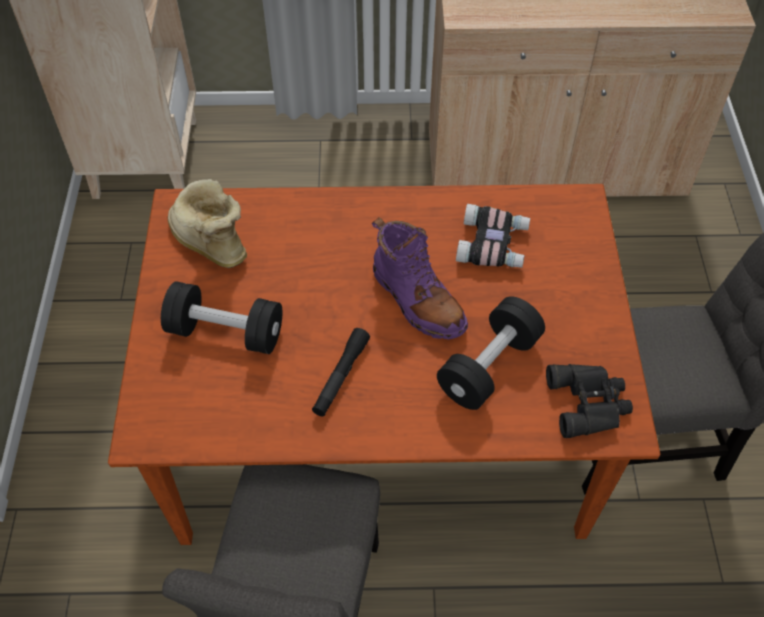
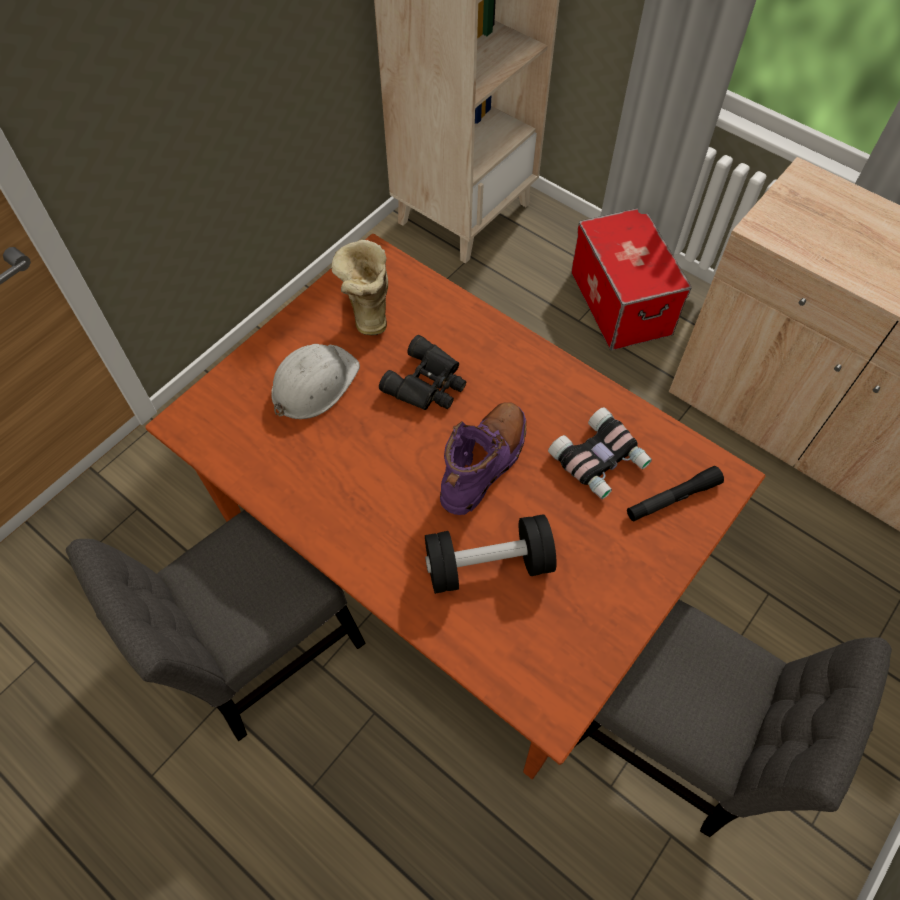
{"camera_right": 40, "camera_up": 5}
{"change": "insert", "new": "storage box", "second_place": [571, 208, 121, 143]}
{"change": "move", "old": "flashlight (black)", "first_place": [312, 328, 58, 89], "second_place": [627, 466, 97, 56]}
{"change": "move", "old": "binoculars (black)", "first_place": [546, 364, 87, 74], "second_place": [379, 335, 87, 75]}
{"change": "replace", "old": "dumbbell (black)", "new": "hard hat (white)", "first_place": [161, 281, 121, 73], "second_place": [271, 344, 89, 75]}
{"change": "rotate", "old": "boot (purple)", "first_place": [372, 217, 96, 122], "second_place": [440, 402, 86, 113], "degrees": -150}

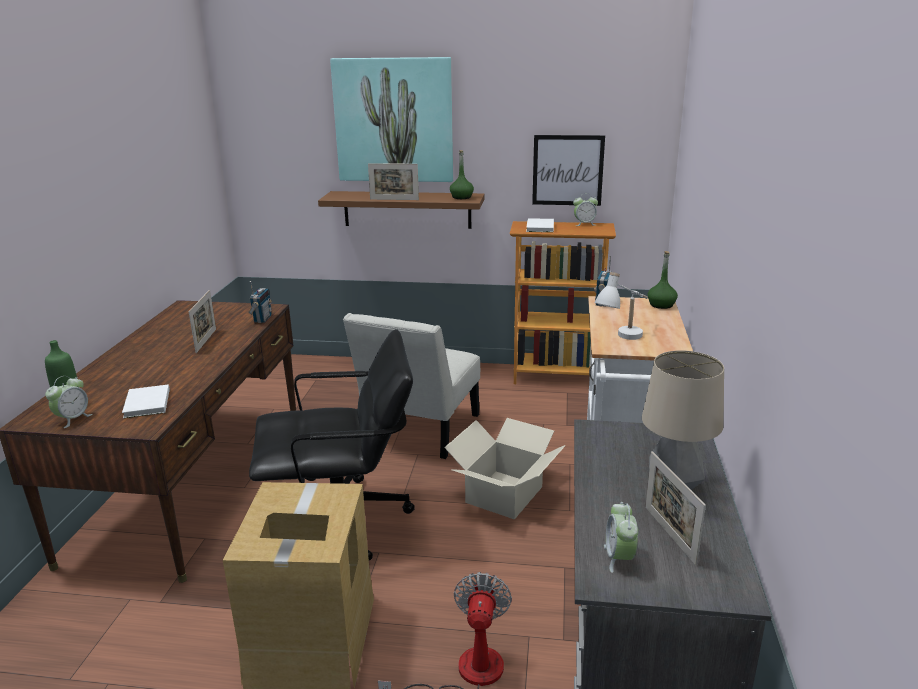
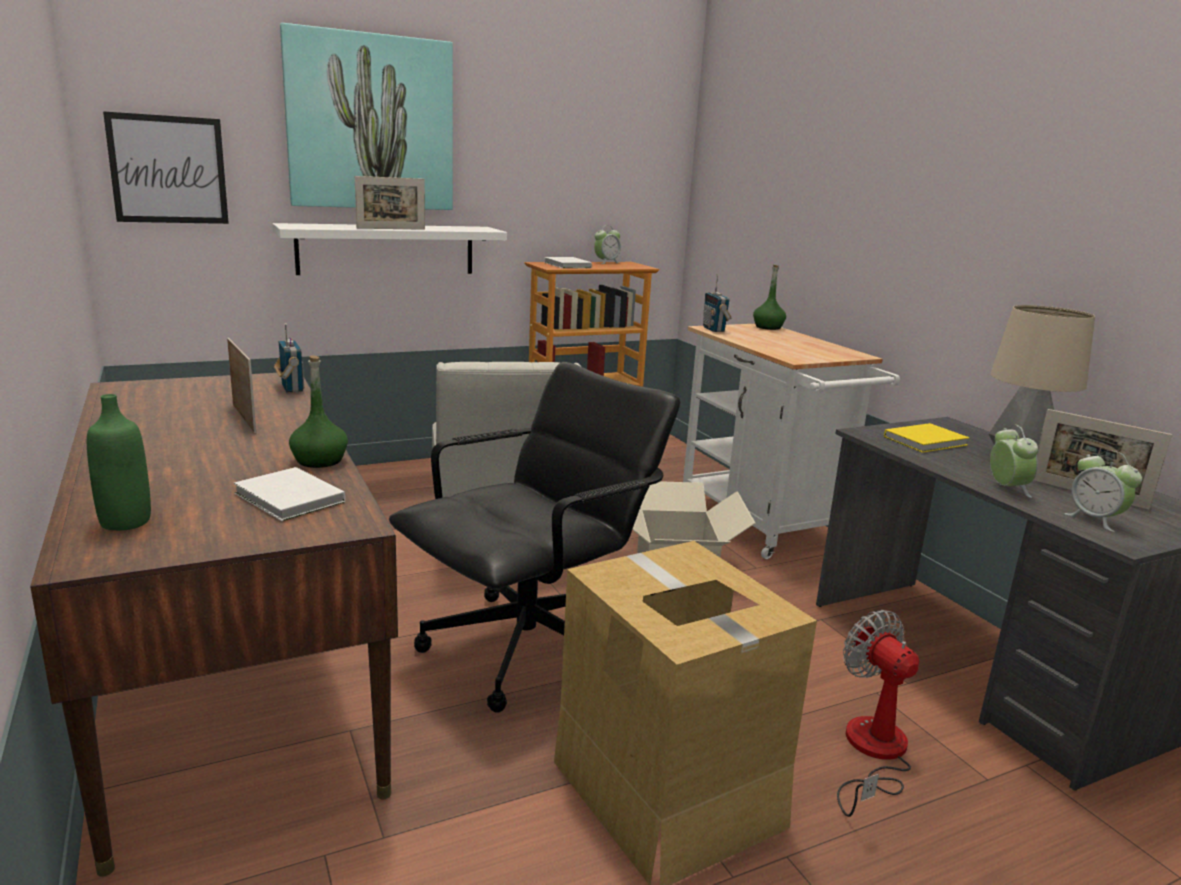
{"camera_right": -35, "camera_up": -5}
{"change": "delete", "old": "table lamp (white)", "first_place": [595, 272, 53, 68]}
{"change": "insert", "new": "book (yellow)", "second_place": [884, 423, 85, 30]}
{"change": "move", "old": "alarm clock", "first_place": [45, 376, 47, 52], "second_place": [990, 424, 48, 74]}
{"change": "move", "old": "bottle (green)", "first_place": [450, 150, 24, 49], "second_place": [289, 356, 59, 112]}
{"change": "move", "old": "picture", "first_place": [532, 135, 73, 71], "second_place": [103, 111, 126, 113]}
{"change": "recolor", "old": "shelf (brown)", "new": "shelf (white)", "first_place": [318, 191, 167, 38], "second_place": [273, 223, 234, 52]}

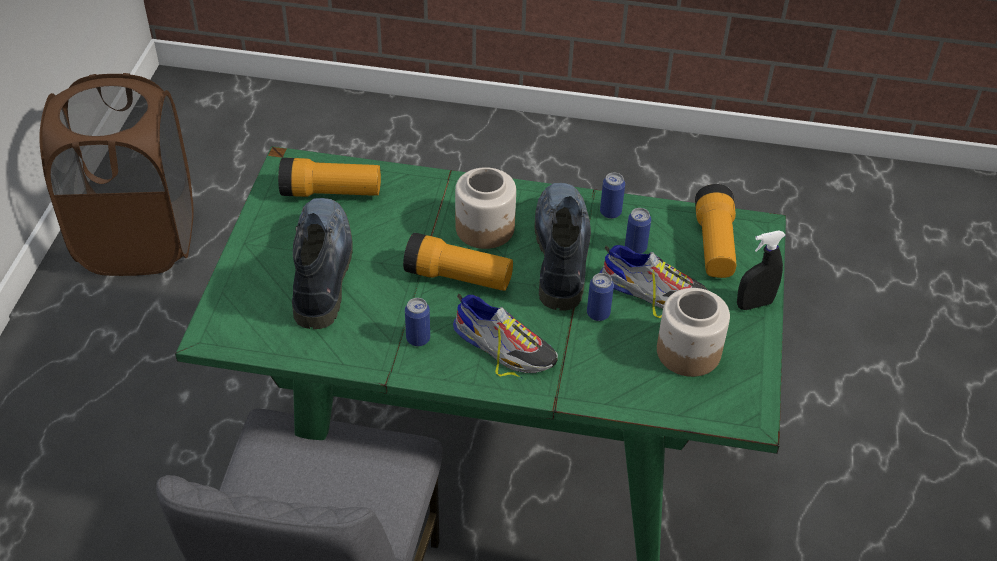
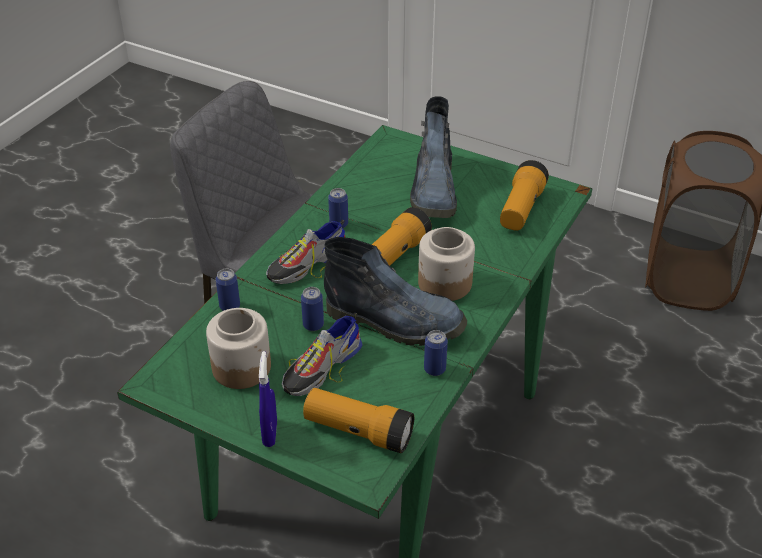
{"camera_right": 110, "camera_up": -5}
{"change": "move", "old": "can", "first_place": [625, 208, 26, 46], "second_place": [216, 269, 24, 42]}
{"change": "recolor", "old": "spray bottle (black)", "new": "spray bottle (blue)", "first_place": [737, 230, 49, 80], "second_place": [259, 351, 18, 96]}
{"change": "rotate", "old": "boot", "first_place": [292, 198, 61, 131], "second_place": [410, 96, 47, 122], "degrees": 75}

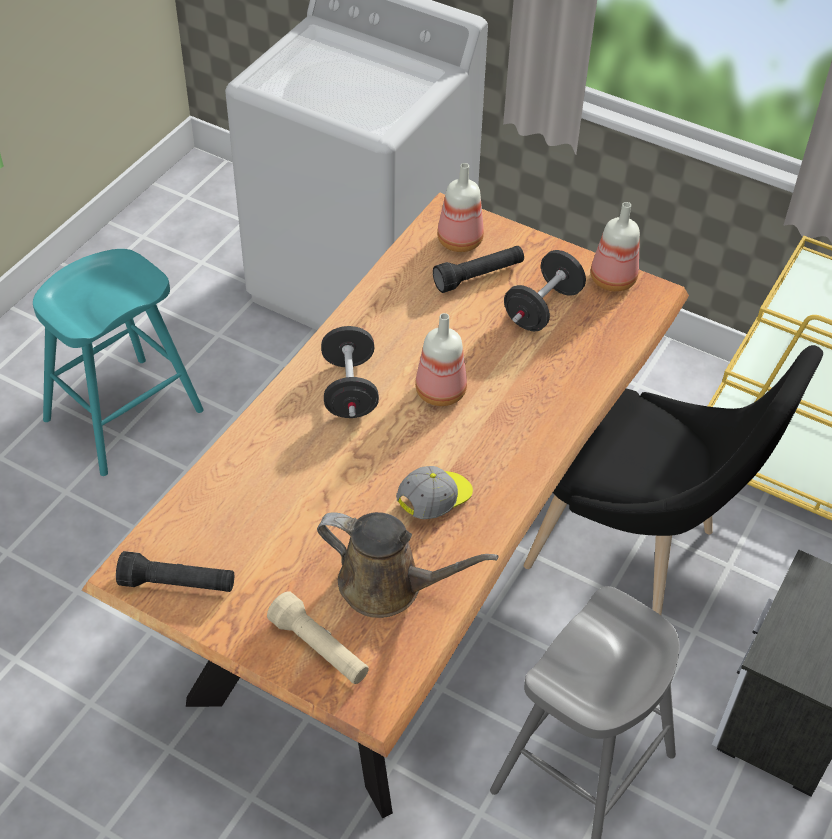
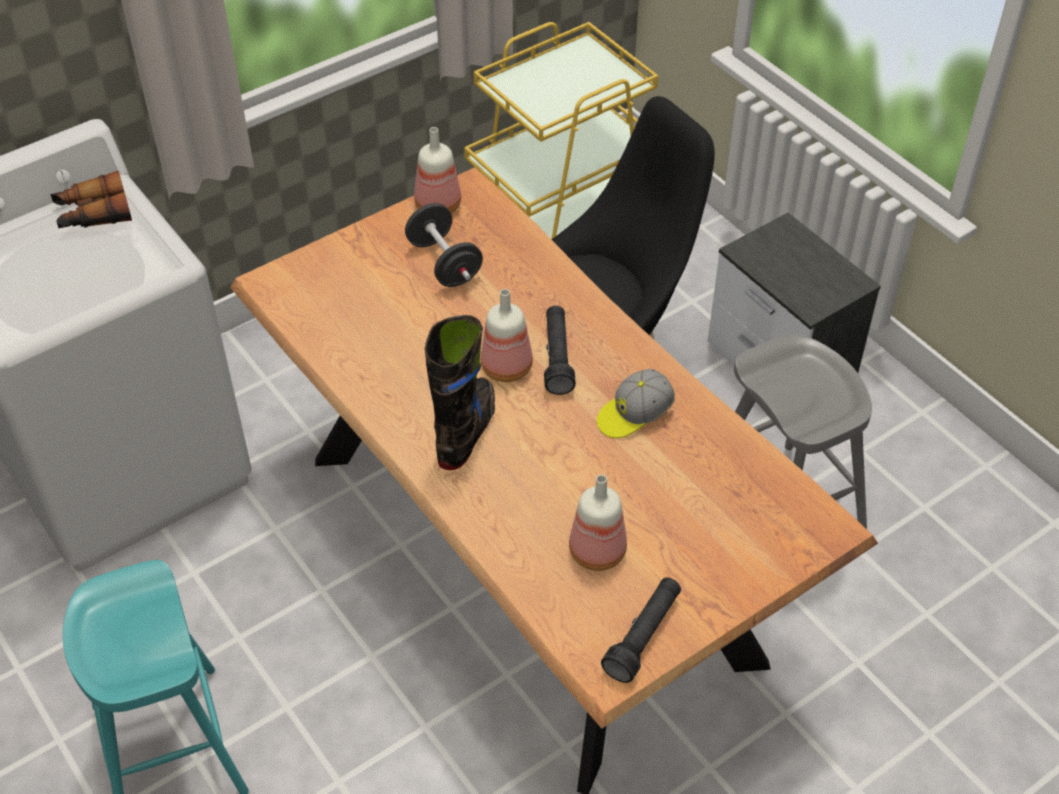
{"camera_right": -65, "camera_up": 0}
{"change": "delete", "old": "flashlight (beige)", "first_place": [267, 591, 102, 93]}
{"change": "delete", "old": "watering can (brown)", "first_place": [317, 512, 181, 106]}
{"change": "insert", "new": "binoculars", "second_place": [50, 170, 82, 58]}
{"change": "move", "old": "flashlight (black)", "first_place": [433, 246, 91, 47], "second_place": [544, 306, 32, 89]}
{"change": "move", "old": "bottle", "first_place": [437, 163, 47, 89], "second_place": [569, 475, 58, 96]}
{"change": "replace", "old": "dumbbell (black)", "new": "boot (black)", "first_place": [321, 326, 58, 92], "second_place": [425, 315, 70, 155]}
{"change": "rotate", "old": "cap", "first_place": [396, 466, 77, 53], "second_place": [597, 369, 78, 69], "degrees": -105}

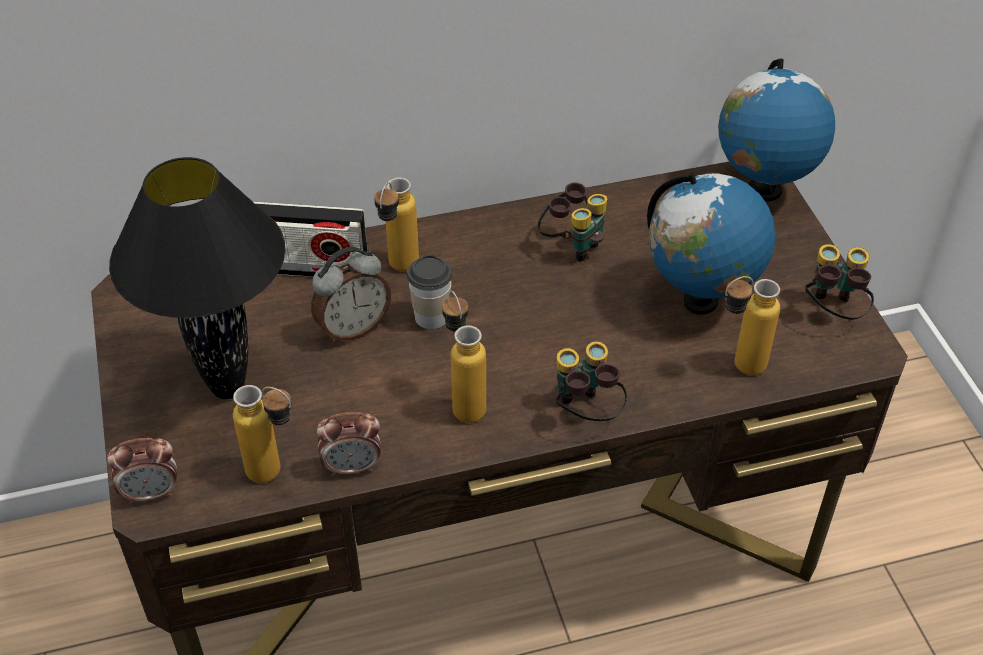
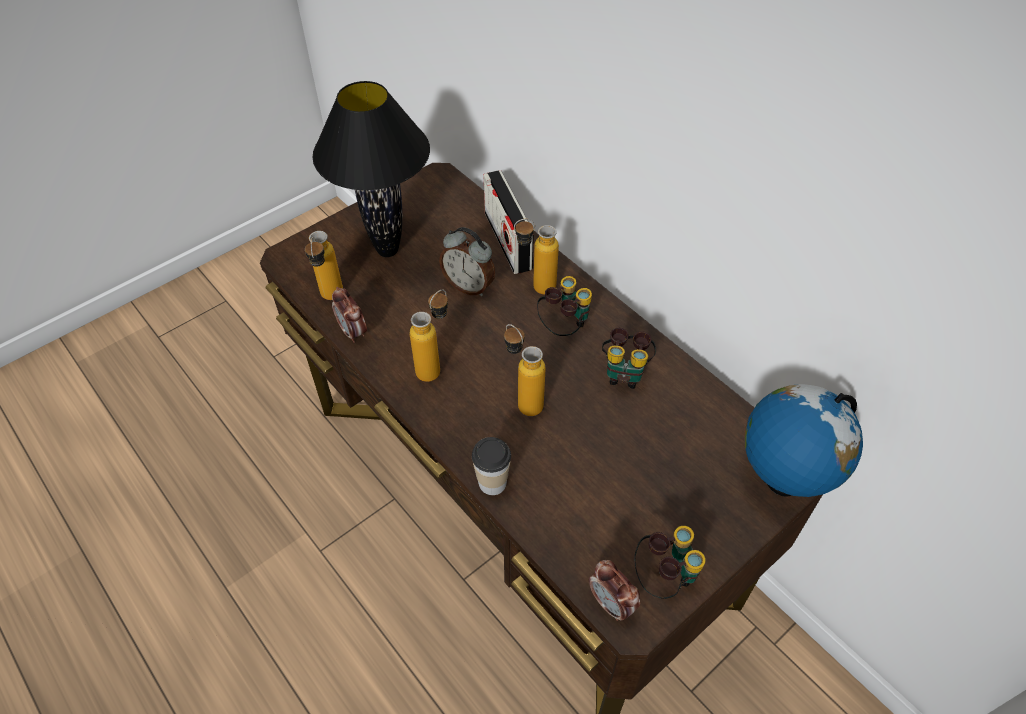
{"camera_right": 65, "camera_up": 5}
{"change": "delete", "old": "globe", "first_place": [647, 172, 128, 143]}
{"change": "move", "old": "alarm clock", "first_place": [107, 438, 70, 66], "second_place": [589, 560, 51, 61]}
{"change": "move", "old": "cup", "first_place": [407, 255, 45, 74], "second_place": [472, 437, 39, 58]}
{"change": "move", "old": "binoculars", "first_place": [556, 341, 72, 80], "second_place": [537, 276, 55, 60]}
{"change": "move", "old": "bottle", "first_place": [725, 276, 55, 99], "second_place": [504, 324, 42, 92]}

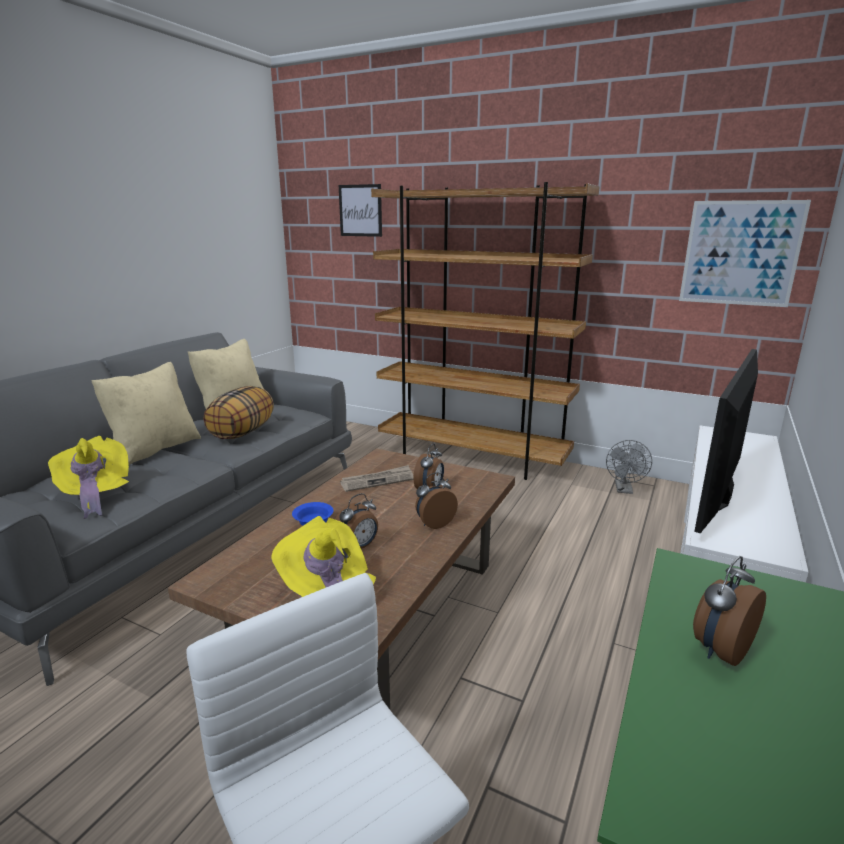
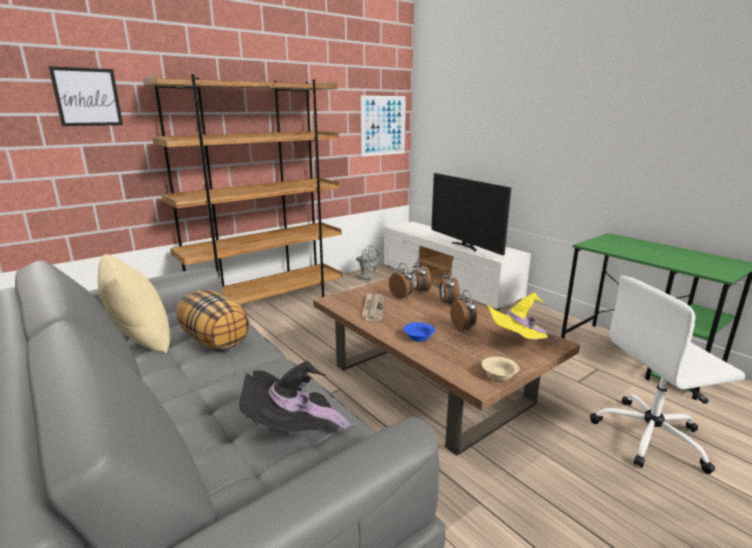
{"camera_right": -65, "camera_up": 0}
{"change": "delete", "old": "pillow (beige)", "first_place": [91, 362, 110, 103]}
{"change": "insert", "new": "bowl (beige)", "second_place": [482, 356, 37, 25]}
{"change": "move", "old": "alarm clock", "first_place": [693, 556, 73, 110], "second_place": [412, 259, 19, 35]}
{"change": "recolor", "old": "hat (yellow)", "new": "hat (black)", "first_place": [48, 436, 81, 83], "second_place": [239, 361, 112, 75]}

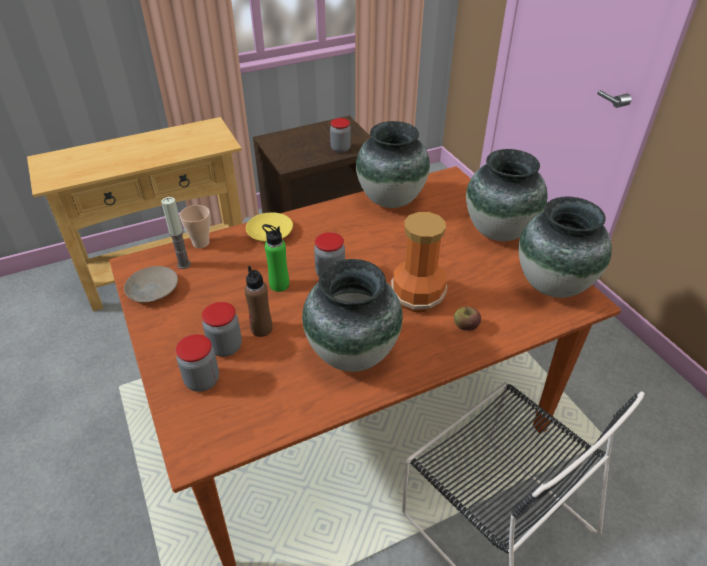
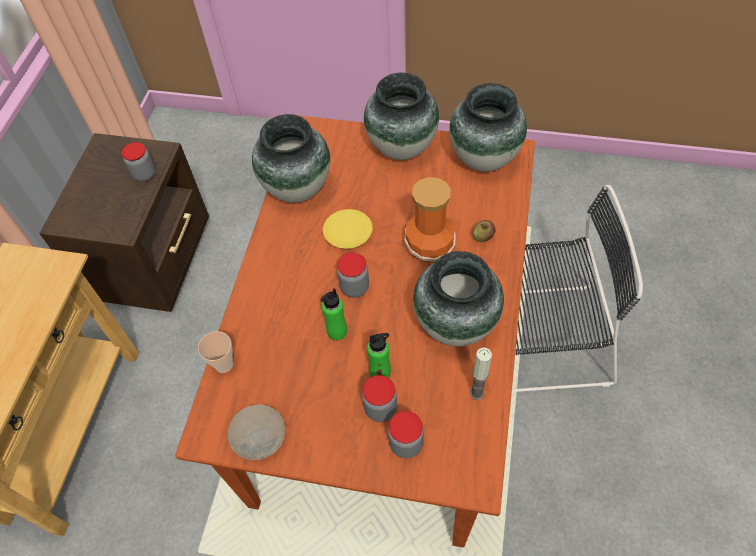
{"camera_right": -50, "camera_up": 15}
{"change": "move", "old": "candle", "first_place": [161, 197, 30, 72], "second_place": [469, 348, 23, 52]}
{"change": "move", "old": "plate (yellow)", "first_place": [246, 212, 47, 30], "second_place": [323, 209, 50, 40]}
{"change": "recolor", "old": "bottle (brown)", "new": "bottle (green)", "first_place": [244, 266, 28, 71], "second_place": [367, 333, 24, 45]}

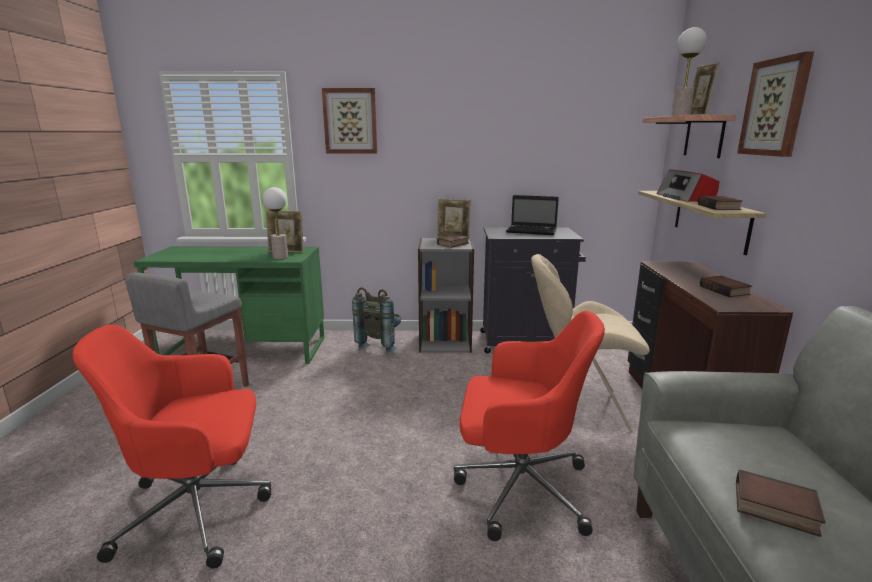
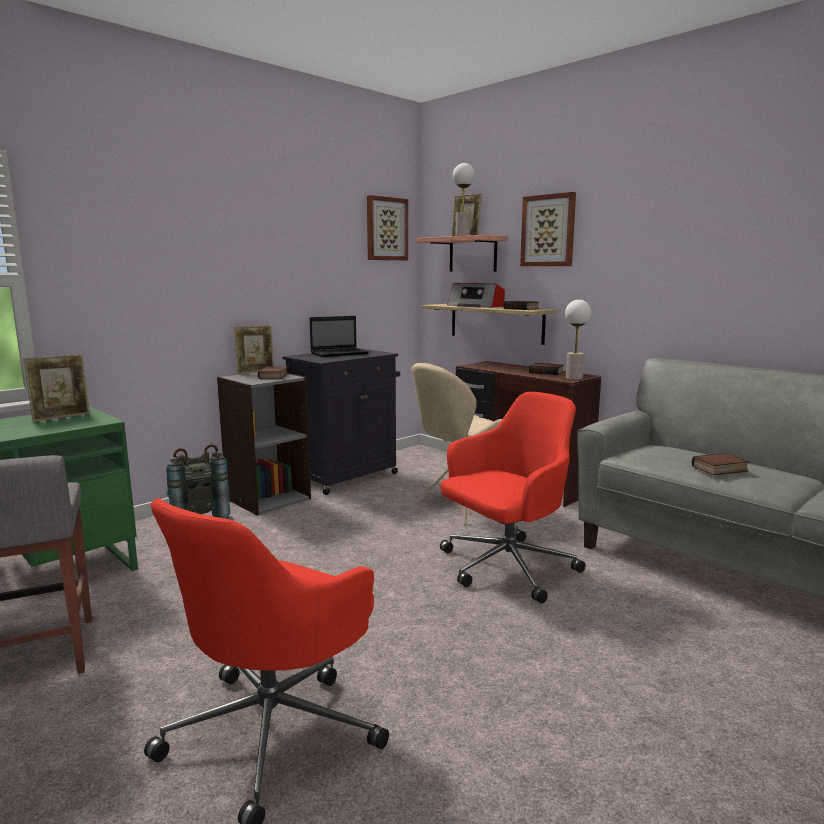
{"camera_right": -45, "camera_up": -5}
{"change": "move", "old": "table lamp", "first_place": [263, 187, 25, 72], "second_place": [565, 300, 26, 80]}
{"change": "move", "old": "picture", "first_place": [322, 88, 56, 66], "second_place": [367, 195, 41, 65]}

